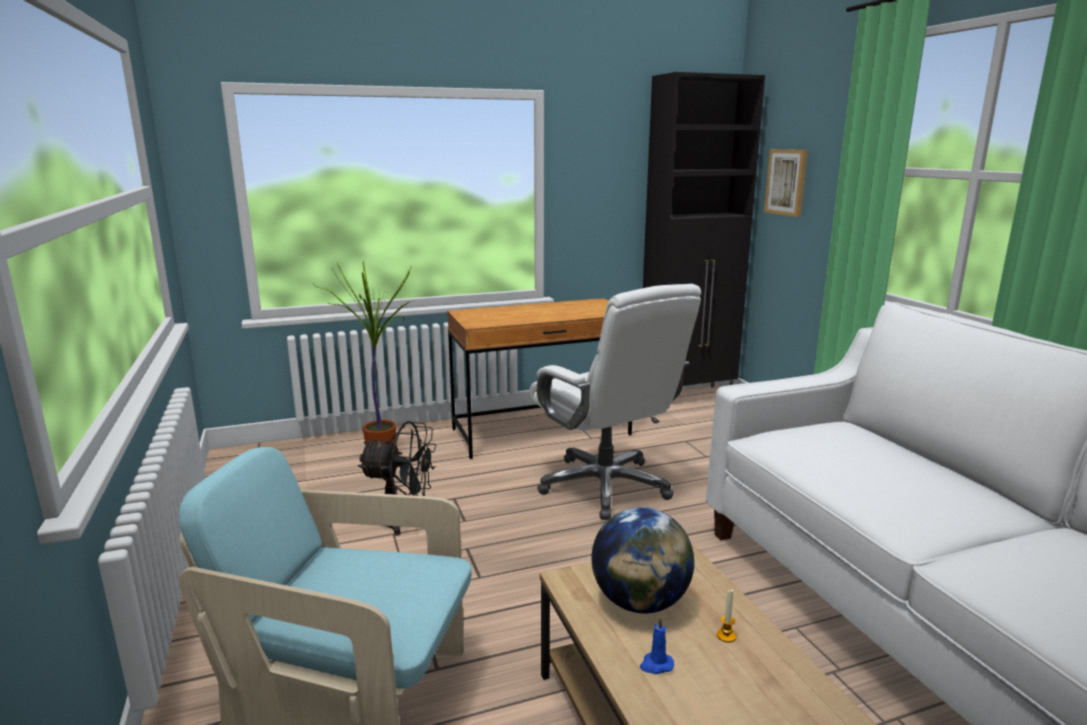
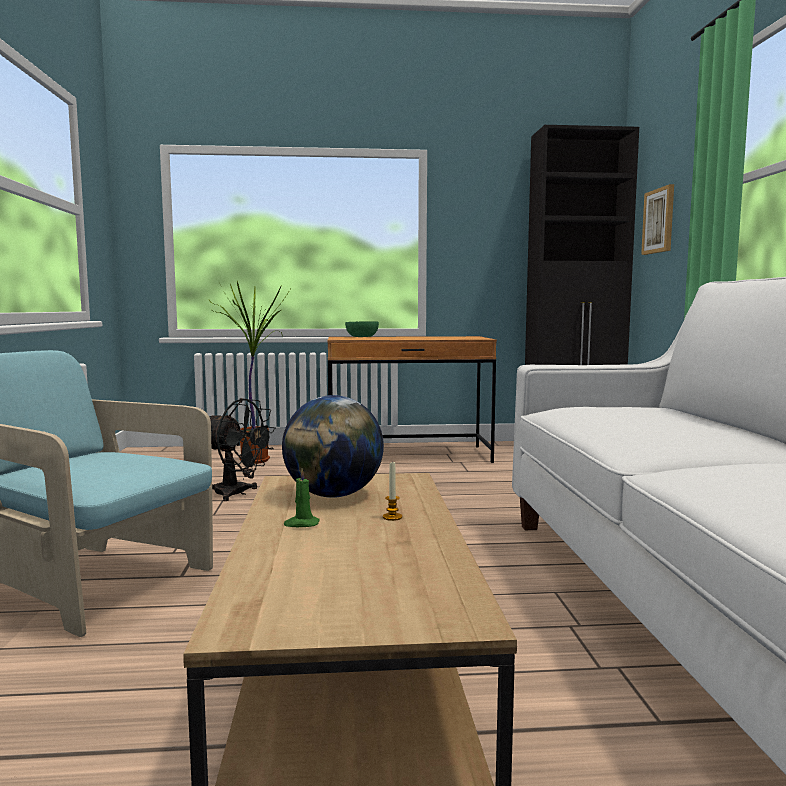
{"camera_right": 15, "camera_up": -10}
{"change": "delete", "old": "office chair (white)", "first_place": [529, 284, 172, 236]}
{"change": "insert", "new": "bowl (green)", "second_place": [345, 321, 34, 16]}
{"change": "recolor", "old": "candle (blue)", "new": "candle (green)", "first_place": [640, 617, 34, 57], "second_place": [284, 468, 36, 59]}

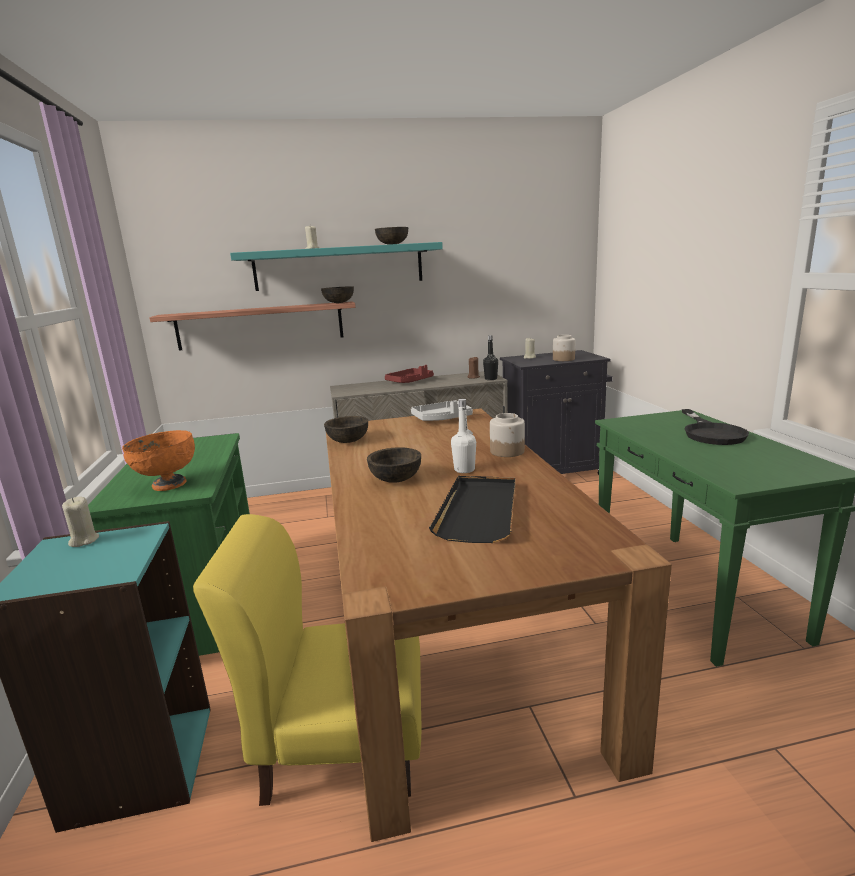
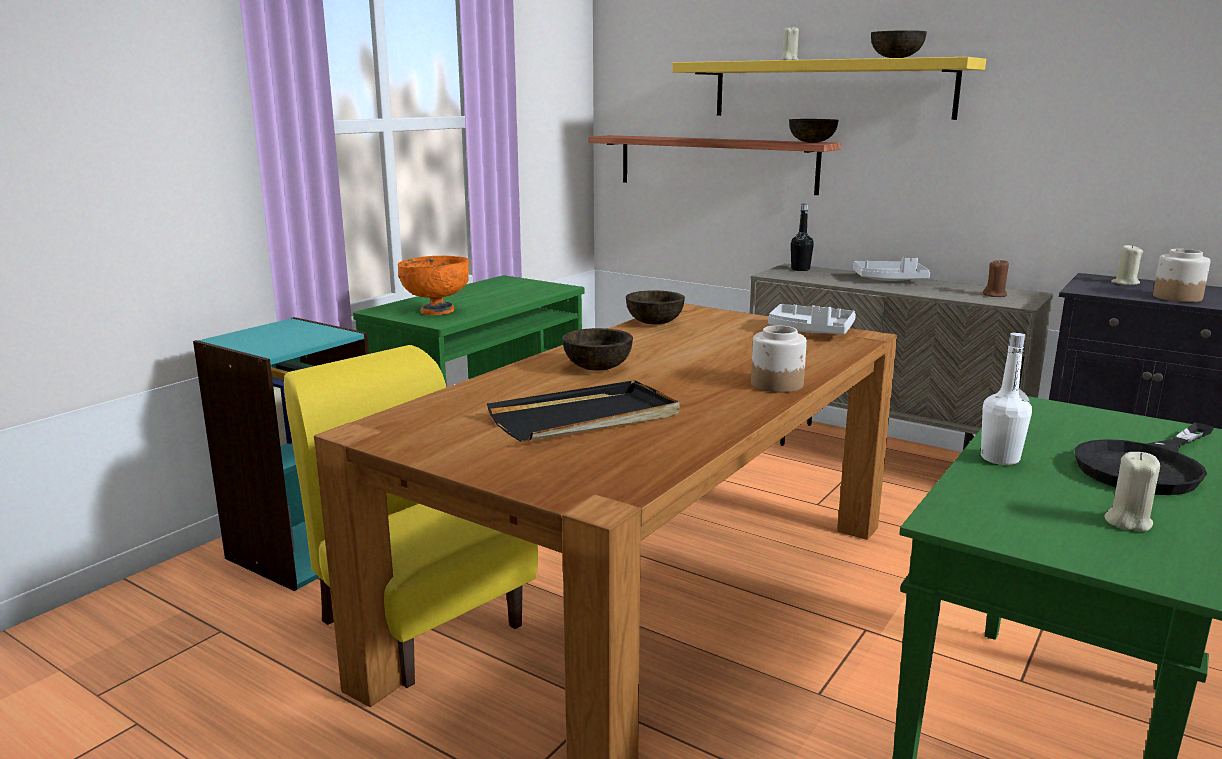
{"camera_right": 45, "camera_up": 0}
{"change": "move", "old": "candle (beige)", "first_place": [62, 497, 37, 50], "second_place": [1104, 452, 56, 79]}
{"change": "move", "old": "bottle (white)", "first_place": [451, 399, 25, 74], "second_place": [981, 333, 51, 132]}
{"change": "move", "old": "bottle (black)", "first_place": [483, 335, 15, 45], "second_place": [791, 204, 23, 67]}
{"change": "recolor", "old": "shelf (turquoise)", "new": "shelf (yellow)", "first_place": [230, 242, 213, 49], "second_place": [672, 57, 314, 63]}
{"change": "recolor", "old": "tray (red)", "new": "tray (grey)", "first_place": [385, 365, 49, 18], "second_place": [853, 258, 77, 23]}

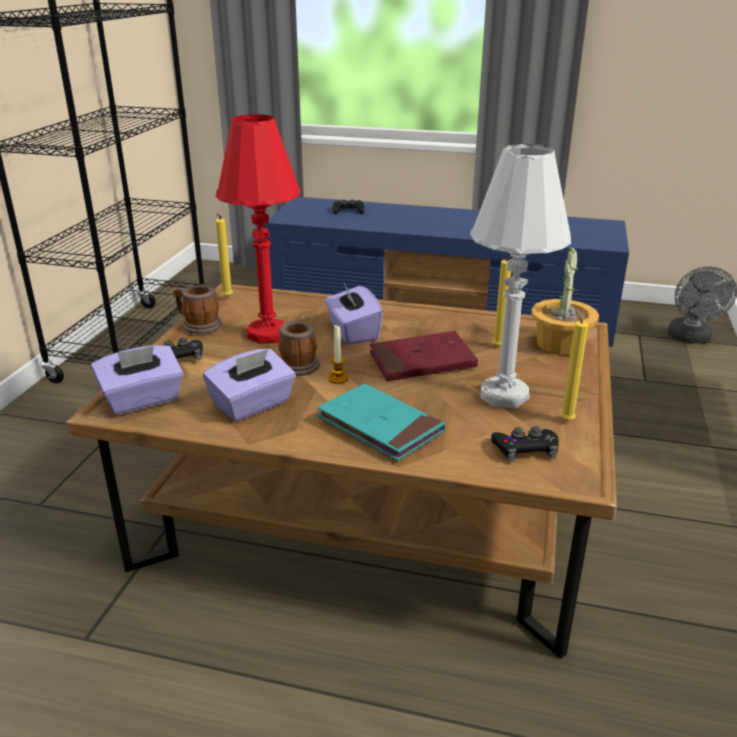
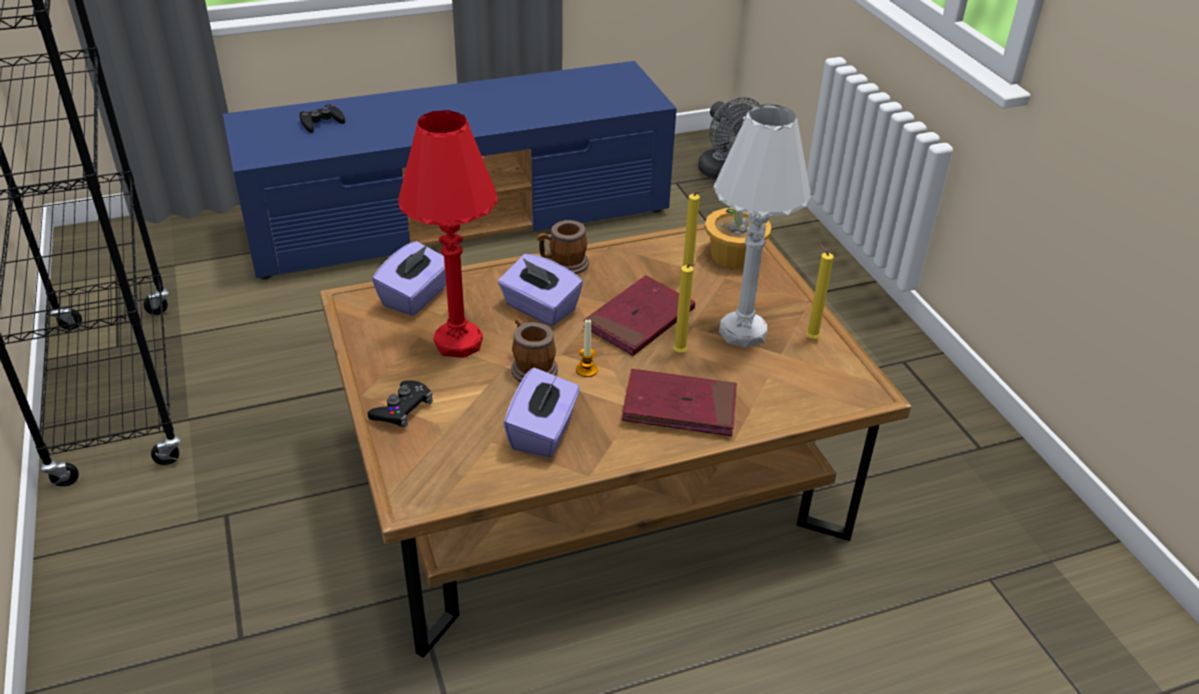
{"camera_right": -35, "camera_up": 10}
{"change": "delete", "old": "game controller (black)", "first_place": [491, 426, 68, 36]}
{"change": "move", "old": "tissue box (purple)", "first_place": [91, 345, 93, 70], "second_place": [372, 241, 74, 75]}
{"change": "move", "old": "mug", "first_place": [173, 285, 49, 49], "second_place": [537, 220, 52, 54]}
{"change": "move", "old": "candle (yellow)", "first_place": [216, 214, 17, 83], "second_place": [673, 263, 22, 90]}
{"change": "recolor", "old": "book (turquoise)", "new": "book (red)", "first_place": [317, 384, 128, 77], "second_place": [622, 369, 115, 67]}

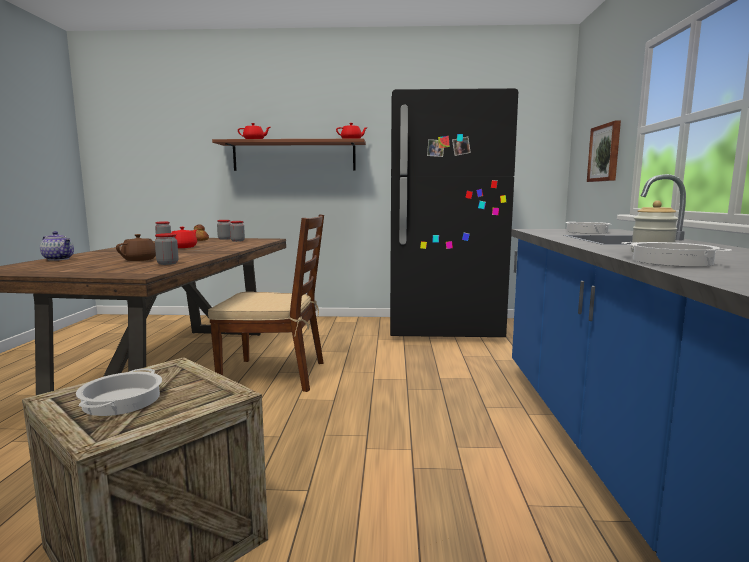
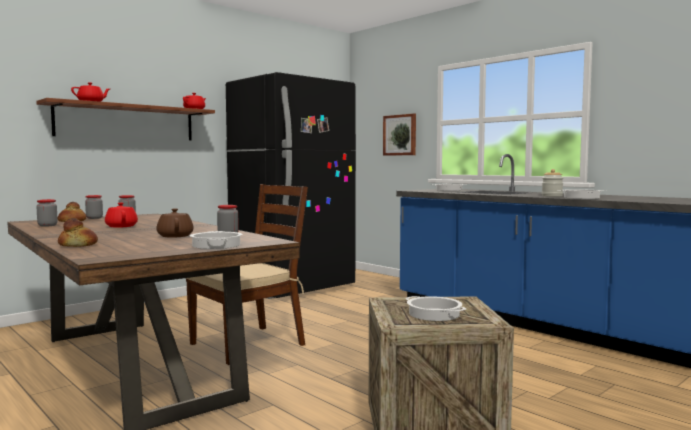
{"camera_right": -45, "camera_up": -5}
{"change": "insert", "new": "cooking pot", "second_place": [190, 231, 52, 18]}
{"change": "replace", "old": "teapot", "new": "bread", "first_place": [40, 231, 34, 30], "second_place": [58, 218, 40, 29]}

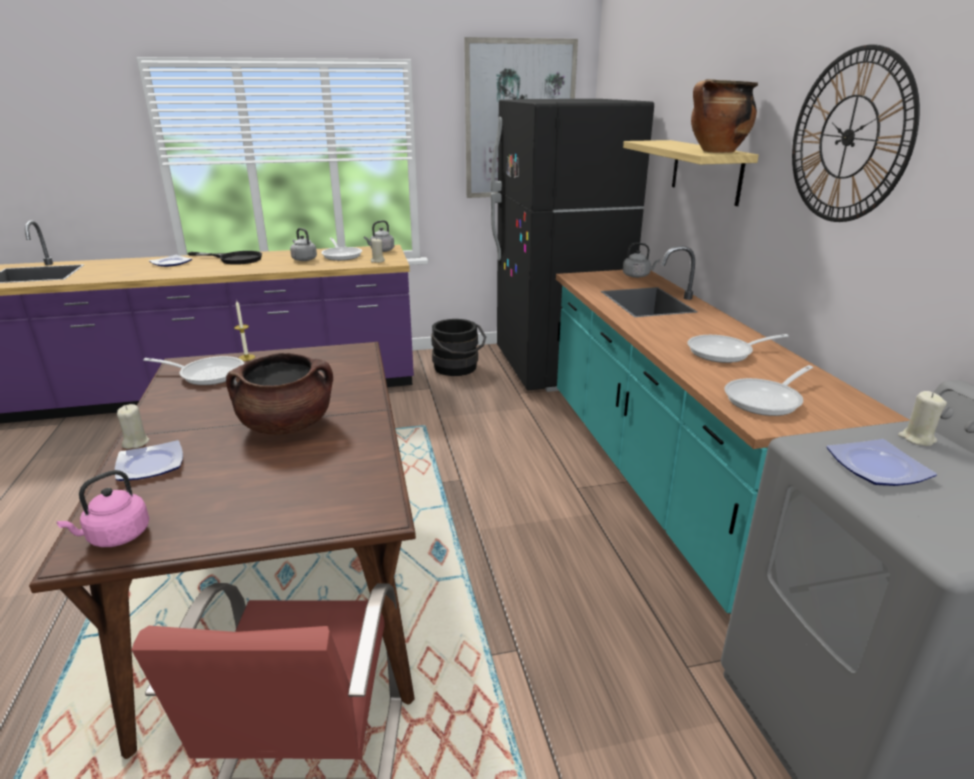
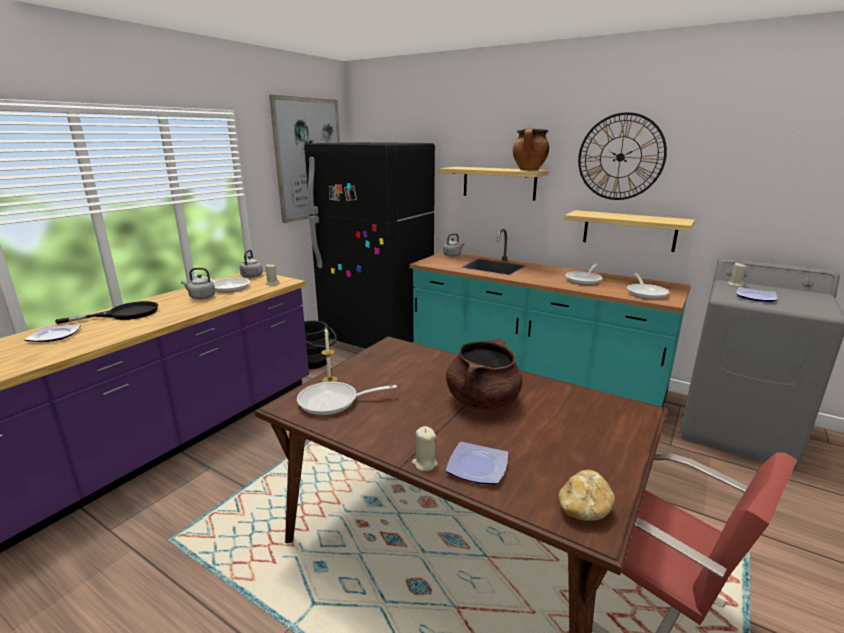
{"camera_right": -45, "camera_up": -5}
{"change": "insert", "new": "shelf", "second_place": [564, 210, 131, 42]}
{"change": "replace", "old": "kettle (pink)", "new": "bread", "first_place": [57, 470, 92, 77], "second_place": [558, 470, 57, 51]}
{"change": "rotate", "old": "frying pan", "first_place": [143, 356, 101, 29], "second_place": [297, 382, 100, 33], "degrees": -150}

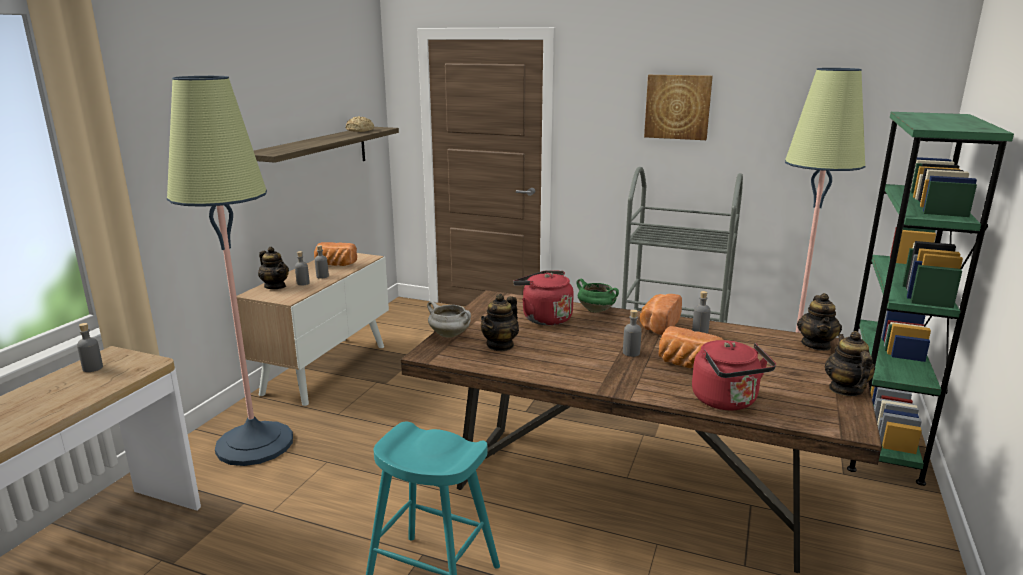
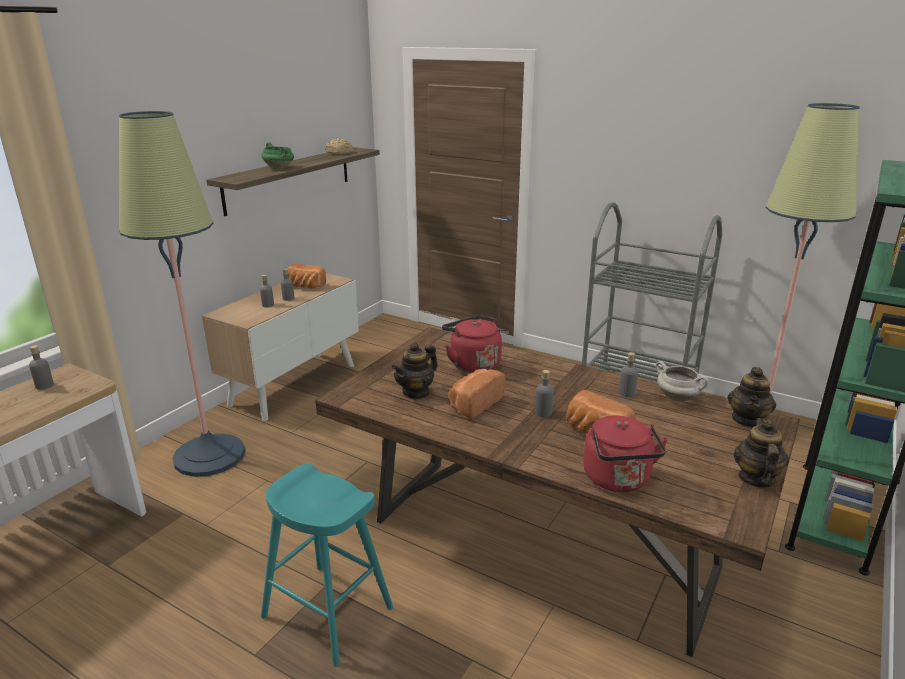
{"camera_right": 10, "camera_up": 5}
{"change": "delete", "old": "teapot", "first_place": [258, 247, 31, 42]}
{"change": "delete", "old": "picture", "first_place": [644, 75, 69, 65]}
{"change": "move", "old": "cooking pot (white)", "first_place": [427, 301, 44, 37], "second_place": [655, 361, 54, 41]}
{"change": "move", "old": "cooking pot (green)", "first_place": [576, 279, 43, 34], "second_place": [262, 142, 32, 27]}
{"change": "move", "old": "bread", "first_place": [640, 294, 42, 41], "second_place": [449, 369, 57, 50]}

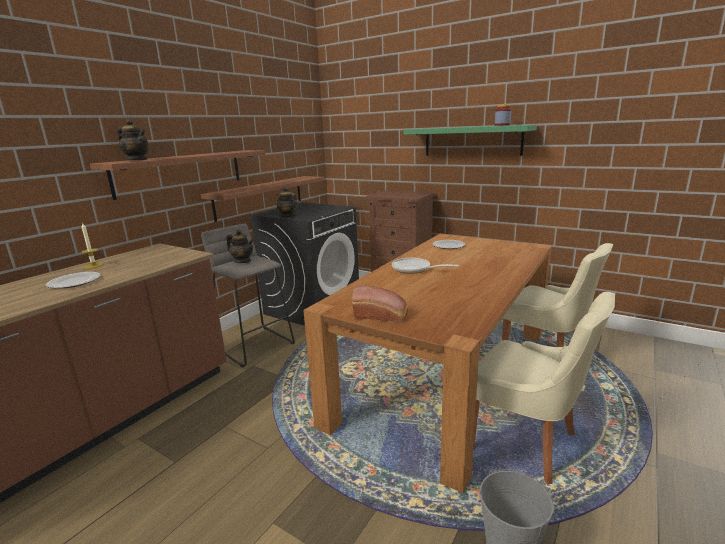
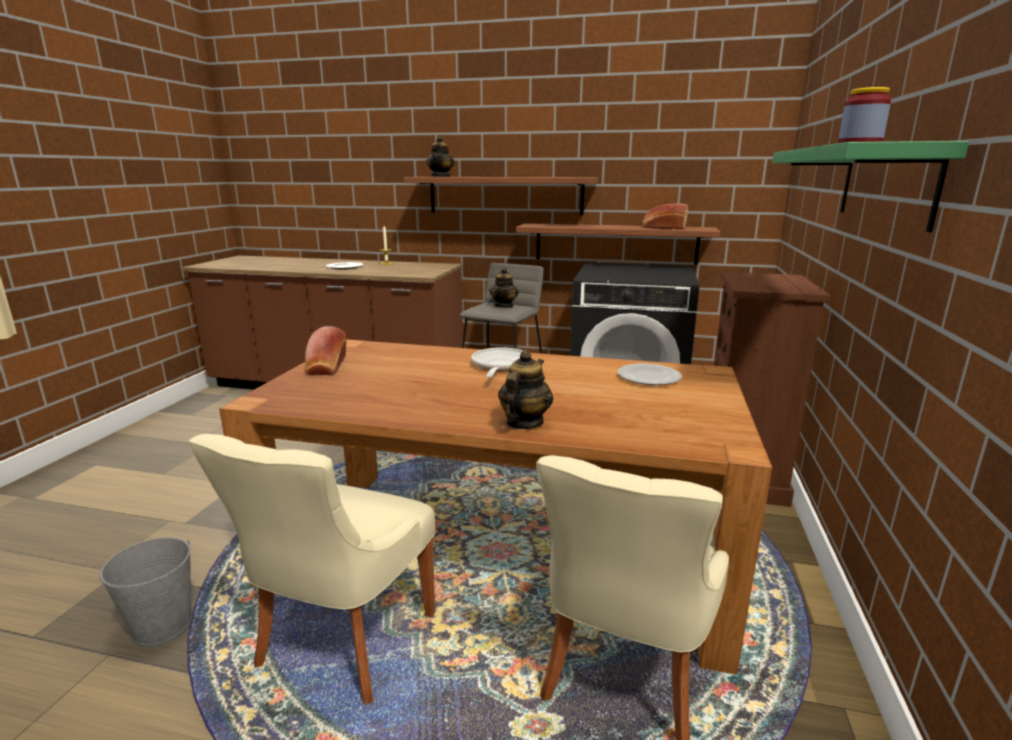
{"camera_right": 70, "camera_up": 0}
{"change": "insert", "new": "bread", "second_place": [643, 203, 46, 26]}
{"change": "move", "old": "teapot", "first_place": [277, 187, 21, 31], "second_place": [498, 350, 55, 79]}

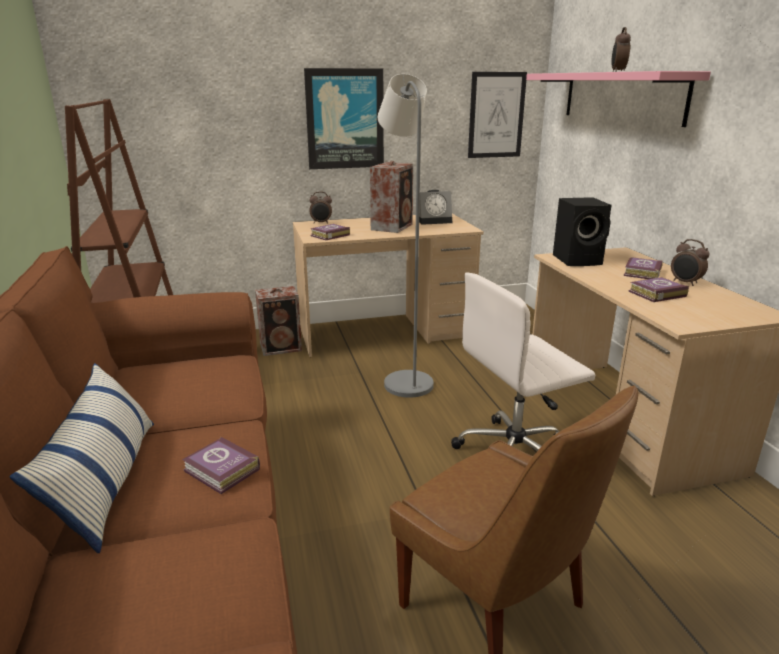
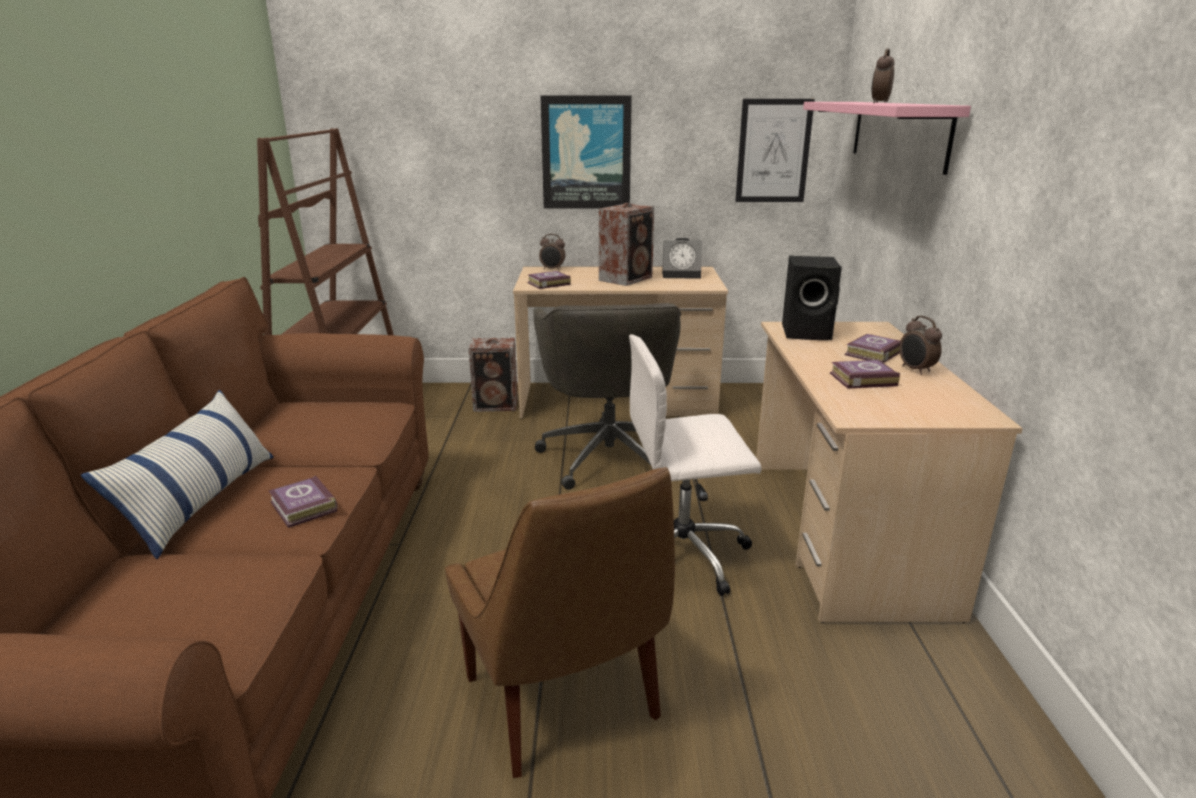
{"camera_right": 15, "camera_up": 0}
{"change": "replace", "old": "floor lamp (grey)", "new": "office chair (grey)", "first_place": [378, 74, 56, 324], "second_place": [533, 303, 148, 187]}

